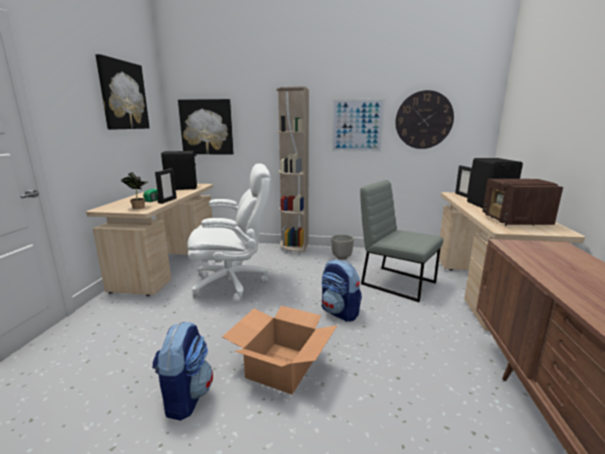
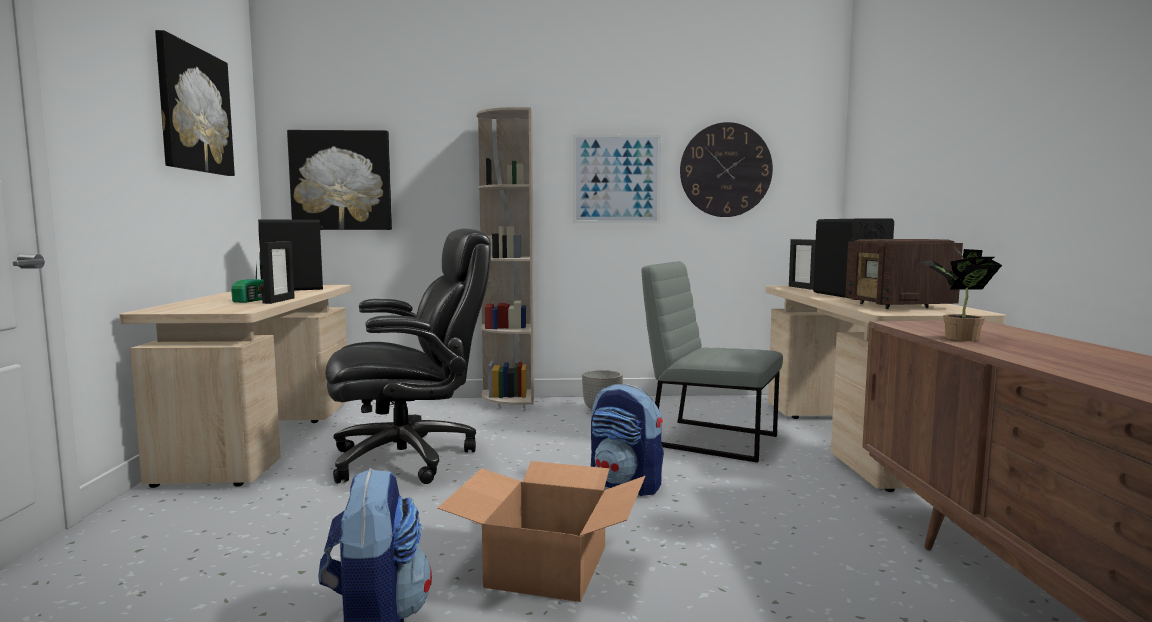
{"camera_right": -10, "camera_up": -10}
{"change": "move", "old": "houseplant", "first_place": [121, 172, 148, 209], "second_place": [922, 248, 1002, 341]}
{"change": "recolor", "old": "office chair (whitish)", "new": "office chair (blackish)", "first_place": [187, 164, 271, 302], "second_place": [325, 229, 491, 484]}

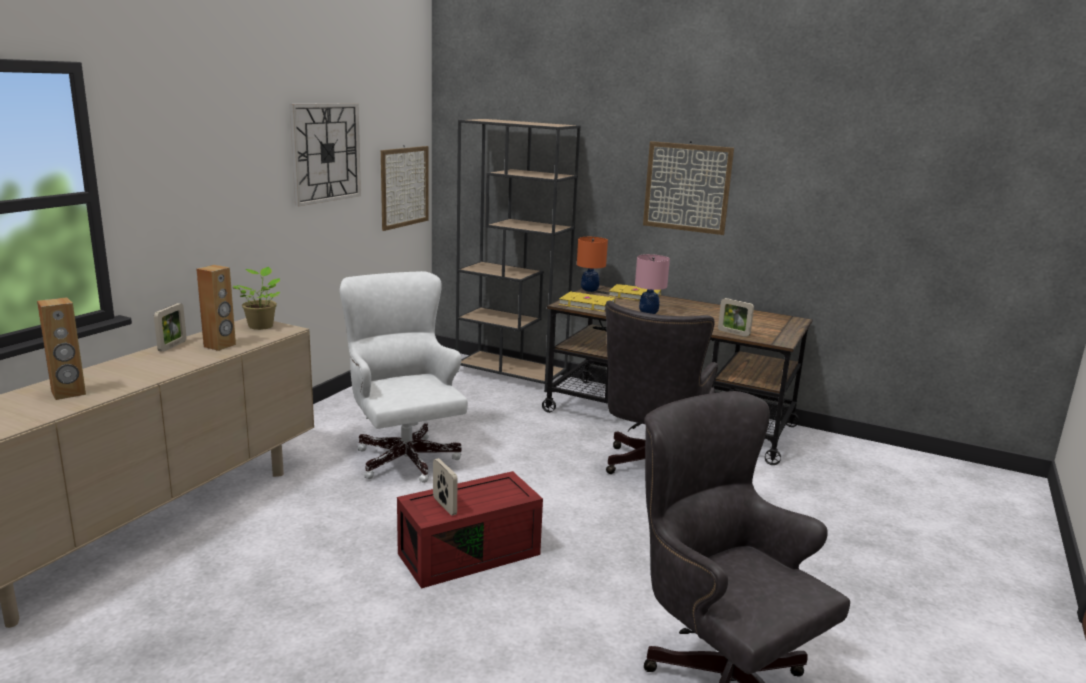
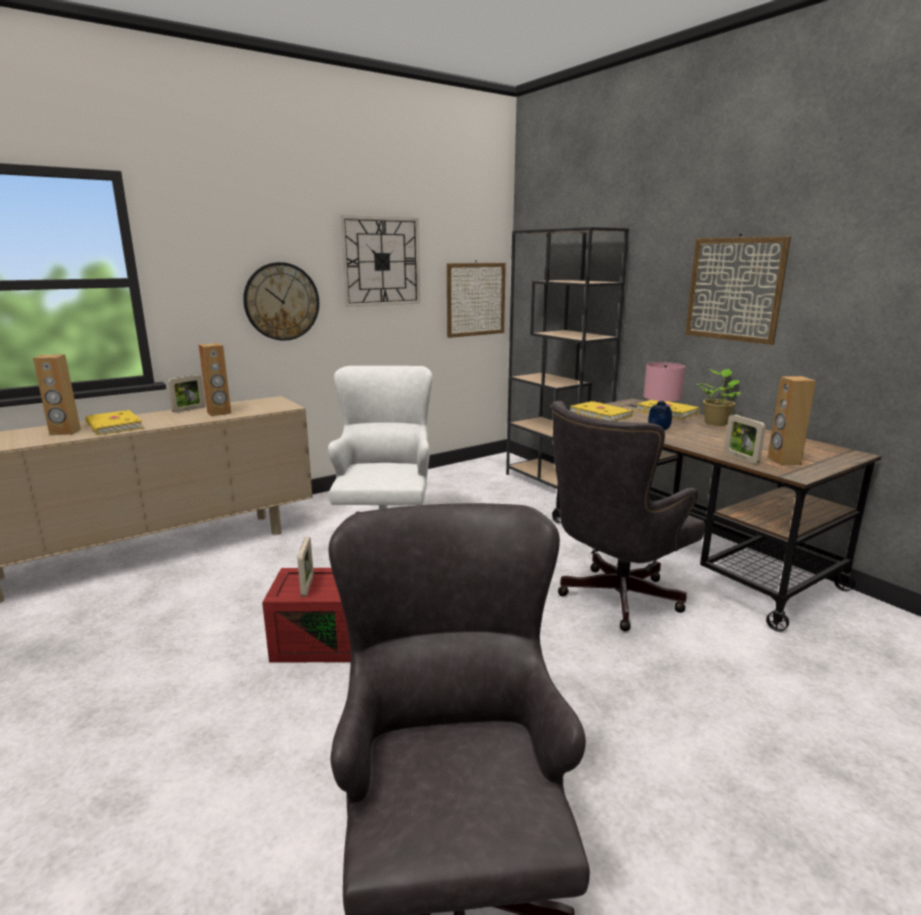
{"camera_right": 30, "camera_up": 0}
{"change": "delete", "old": "tabletop lamp (orange)", "first_place": [577, 237, 608, 292]}
{"change": "insert", "new": "bound book (yellowish)", "second_place": [85, 410, 143, 435]}
{"change": "insert", "new": "clock on the wall", "second_place": [243, 262, 319, 341]}
{"change": "insert", "new": "audio speaker (brownish)", "second_place": [768, 376, 816, 466]}
{"change": "move", "old": "houseplant", "first_place": [233, 267, 280, 330], "second_place": [697, 369, 741, 426]}

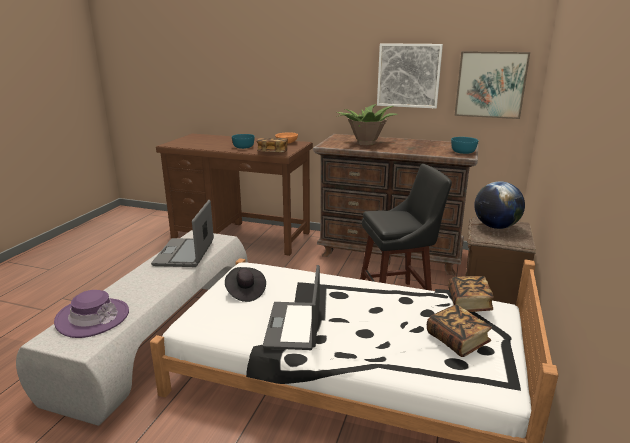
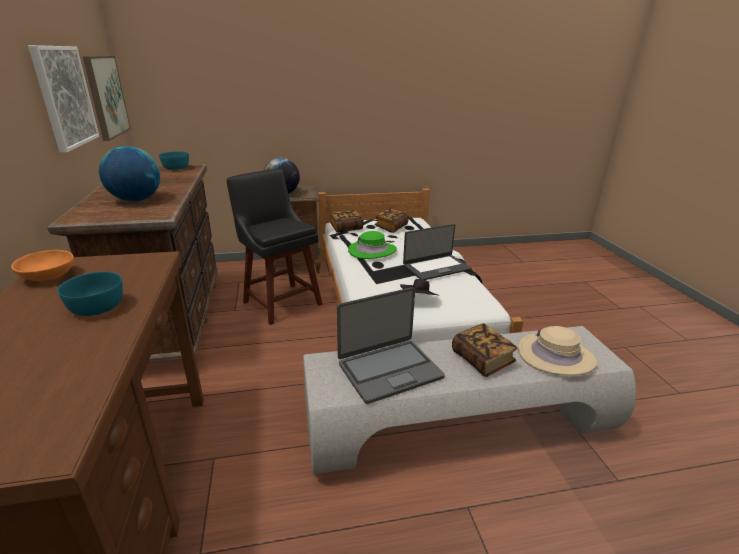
{"camera_right": -120, "camera_up": 5}
{"change": "insert", "new": "wearable hat (greenish)", "second_place": [348, 231, 397, 259]}
{"change": "move", "old": "bound book", "first_place": [256, 138, 288, 152], "second_place": [452, 323, 517, 377]}
{"change": "replace", "old": "houseplant", "new": "world globe", "first_place": [337, 104, 397, 145], "second_place": [99, 146, 160, 202]}
{"change": "recolor", "old": "wearable hat (purplish)", "new": "wearable hat (beige-coloured)", "first_place": [54, 290, 129, 338], "second_place": [518, 326, 597, 376]}

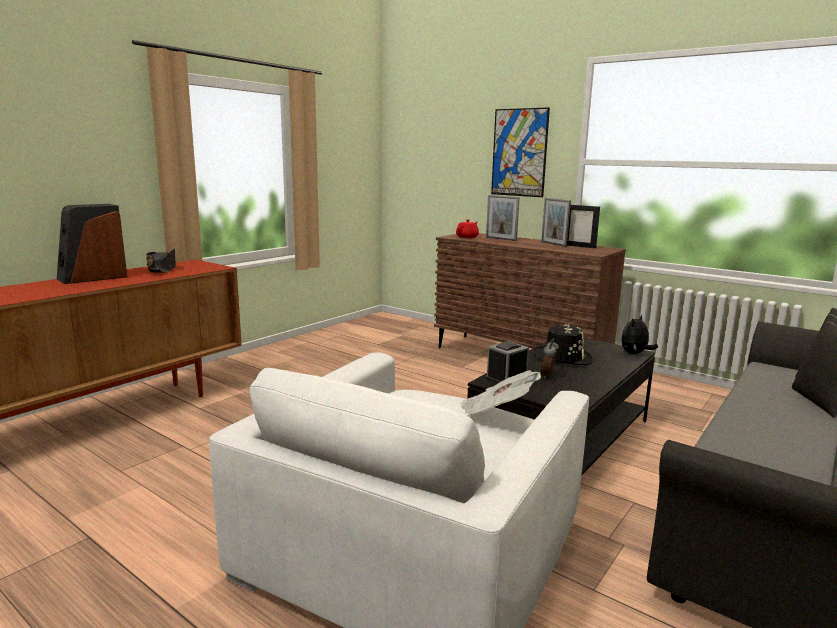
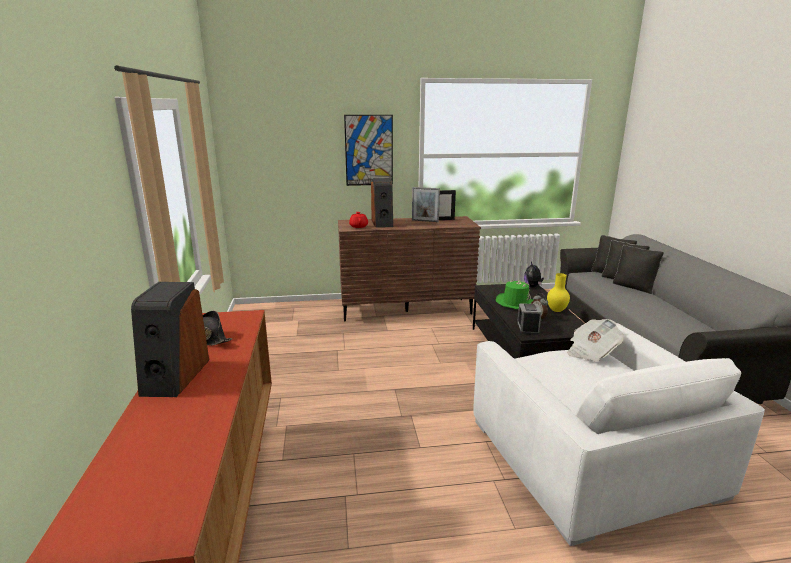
{"camera_right": -45, "camera_up": 5}
{"change": "insert", "new": "flower vase (yellowish)", "second_place": [547, 273, 570, 312]}
{"change": "replace", "old": "standing frame", "new": "audio speaker", "first_place": [486, 195, 520, 241], "second_place": [371, 178, 393, 228]}
{"change": "recolor", "old": "wearable hat (blackish)", "new": "wearable hat (greenish)", "first_place": [533, 323, 593, 365], "second_place": [496, 280, 533, 309]}

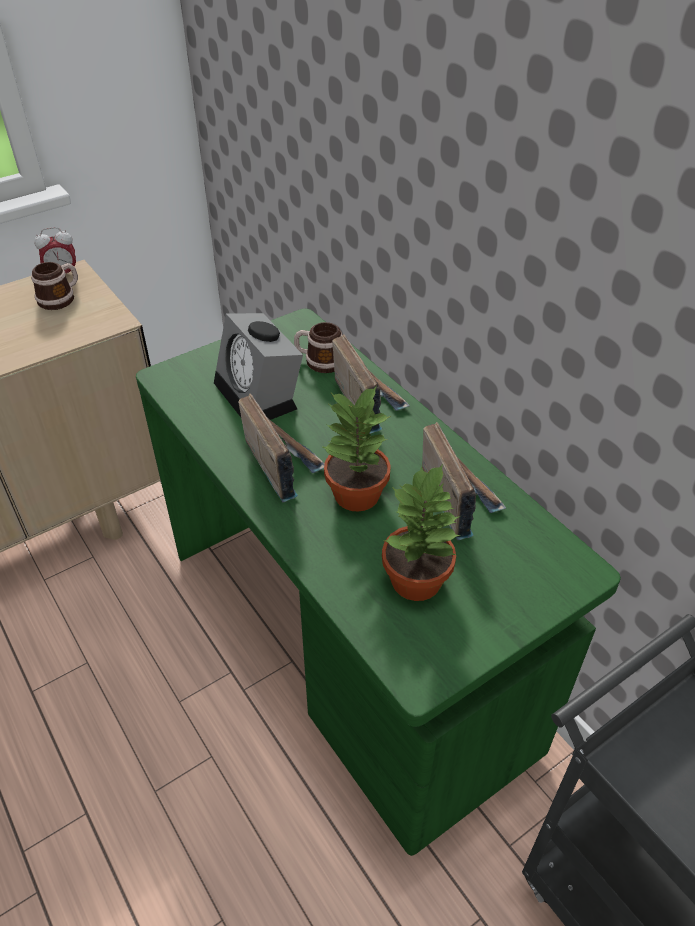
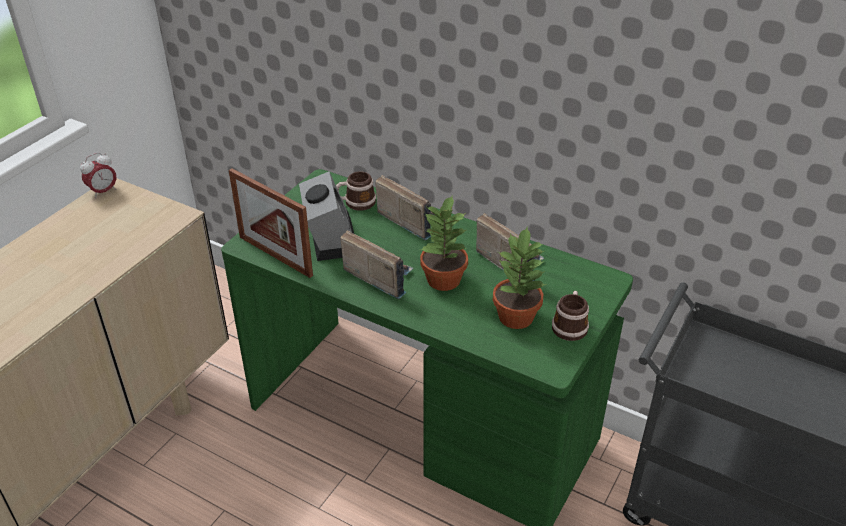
{"camera_right": -25, "camera_up": -5}
{"change": "insert", "new": "standing frame", "second_place": [229, 168, 313, 278]}
{"change": "move", "old": "coffee mug", "first_place": [31, 262, 78, 310], "second_place": [552, 291, 589, 341]}
{"change": "rotate", "old": "bedside clock", "first_place": [214, 313, 303, 420], "second_place": [299, 172, 354, 261], "degrees": -135}

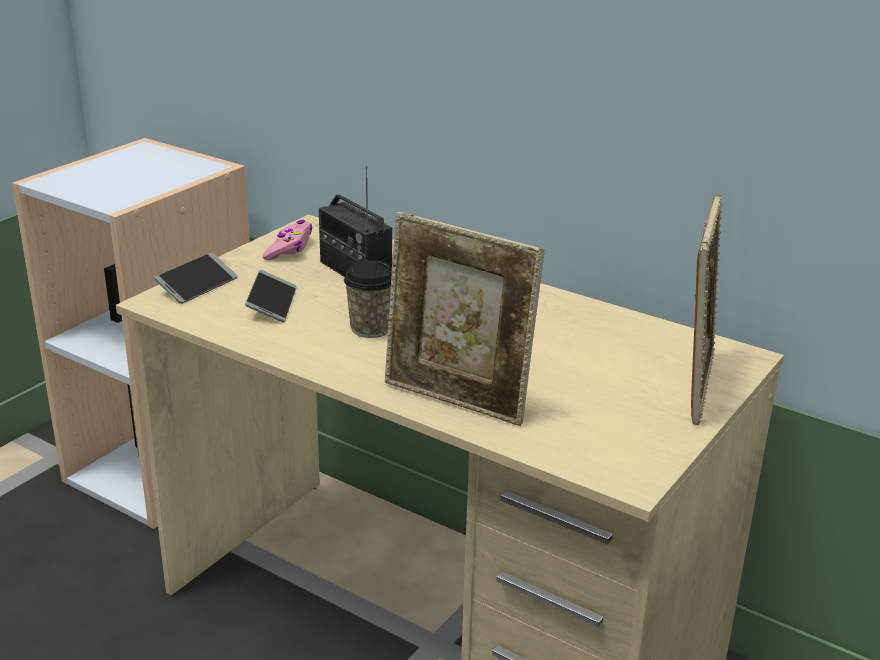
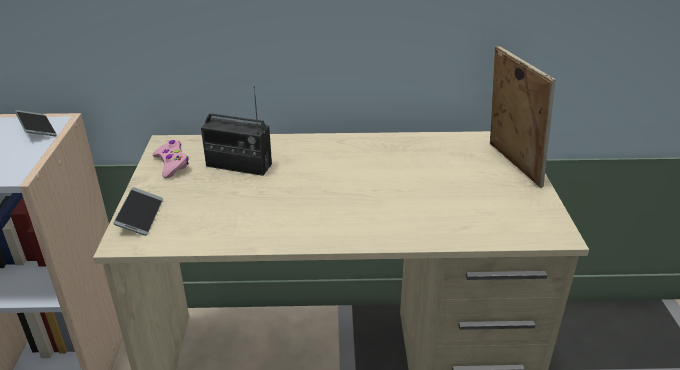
{"camera_right": -35, "camera_up": 5}
{"change": "delete", "old": "cup", "first_place": [344, 260, 392, 338]}
{"change": "delete", "old": "standing frame", "first_place": [385, 212, 544, 426]}
{"change": "move", "old": "handset", "first_place": [245, 270, 297, 322], "second_place": [15, 110, 57, 136]}

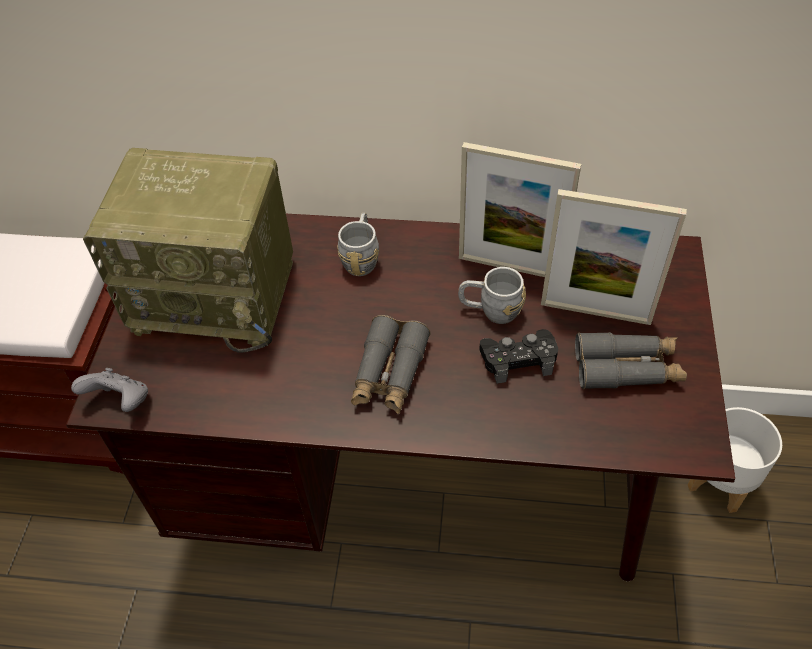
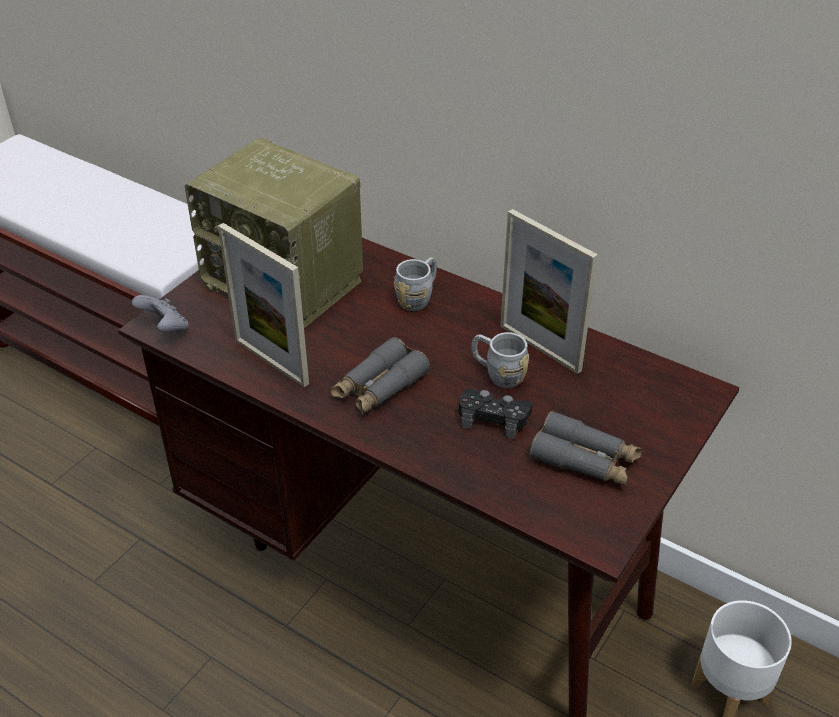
{"camera_right": 25, "camera_up": -10}
{"change": "move", "old": "standing frame", "first_place": [541, 189, 687, 325], "second_place": [218, 223, 309, 387]}

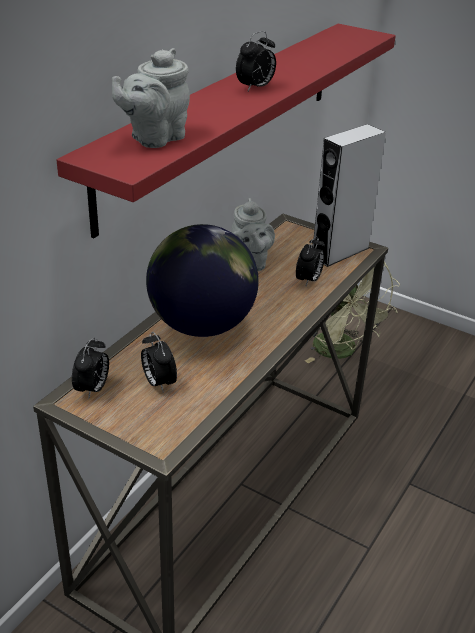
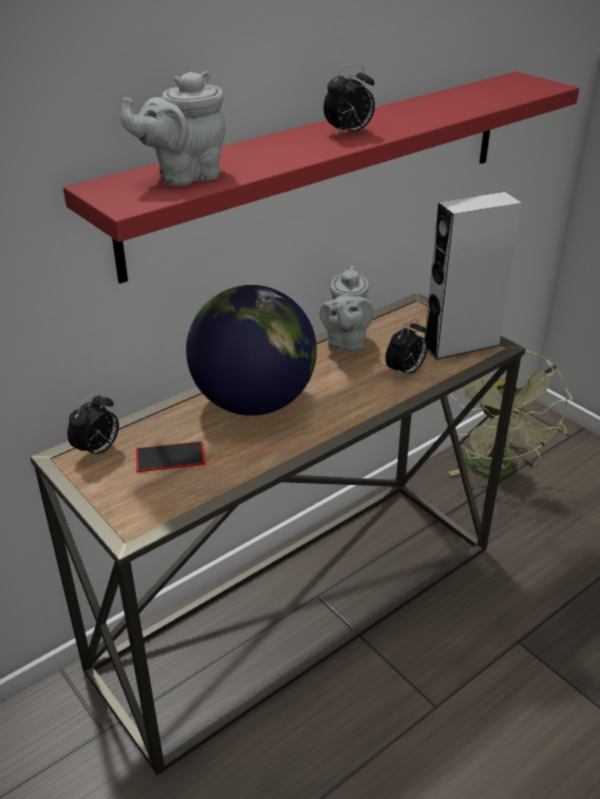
{"camera_right": 20, "camera_up": 0}
{"change": "replace", "old": "bedside clock", "new": "handset", "first_place": [141, 332, 177, 393], "second_place": [136, 441, 206, 472]}

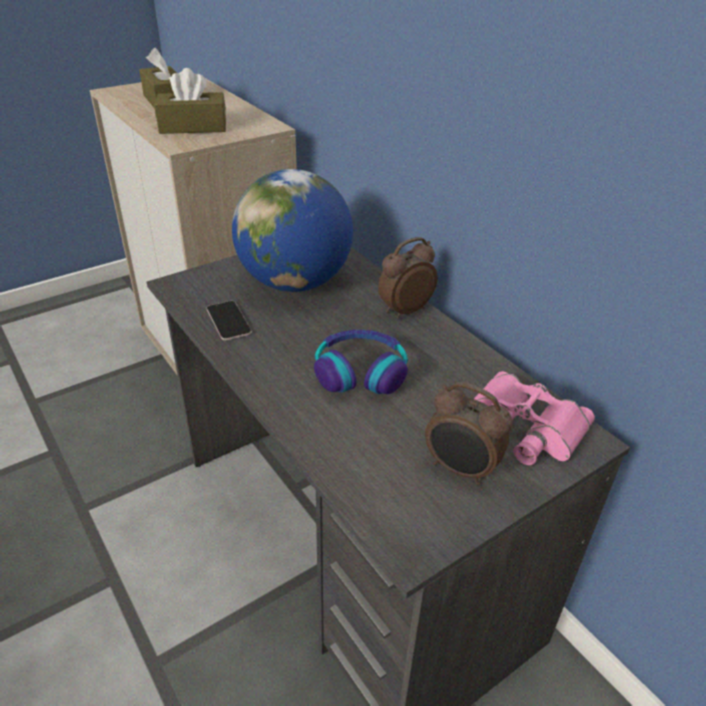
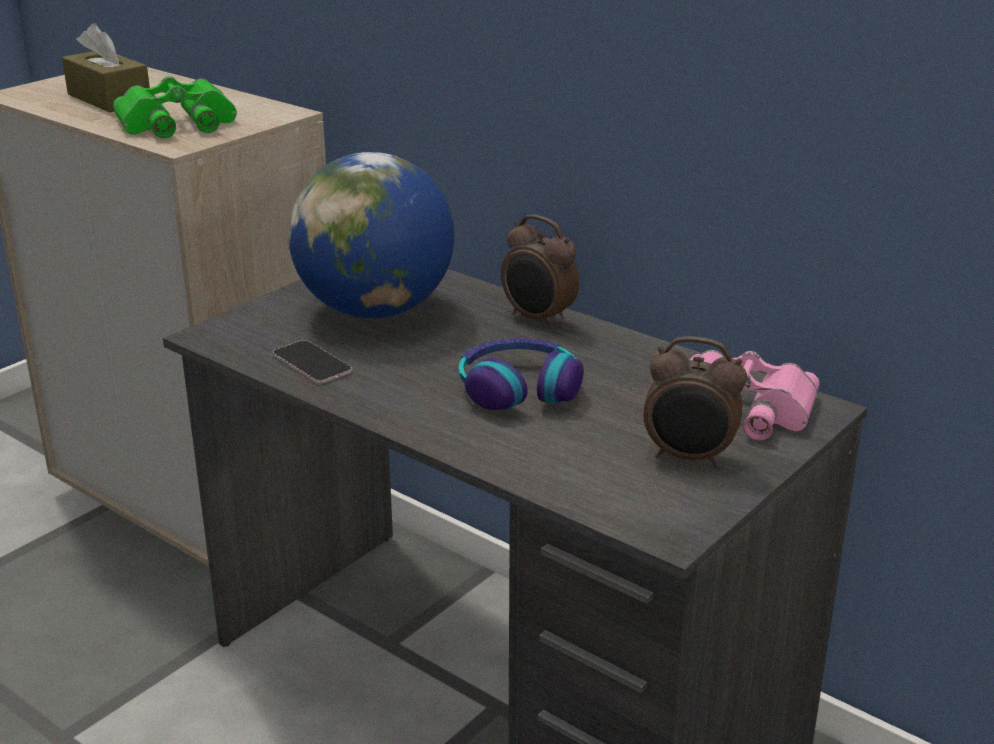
{"camera_right": -15, "camera_up": -10}
{"change": "replace", "old": "tissue holder (brownish)", "new": "pair of binoculars (greenish)", "first_place": [154, 68, 226, 134], "second_place": [113, 76, 237, 138]}
{"change": "rotate", "old": "bedside clock", "first_place": [378, 237, 438, 319], "second_place": [501, 215, 579, 329], "degrees": -90}

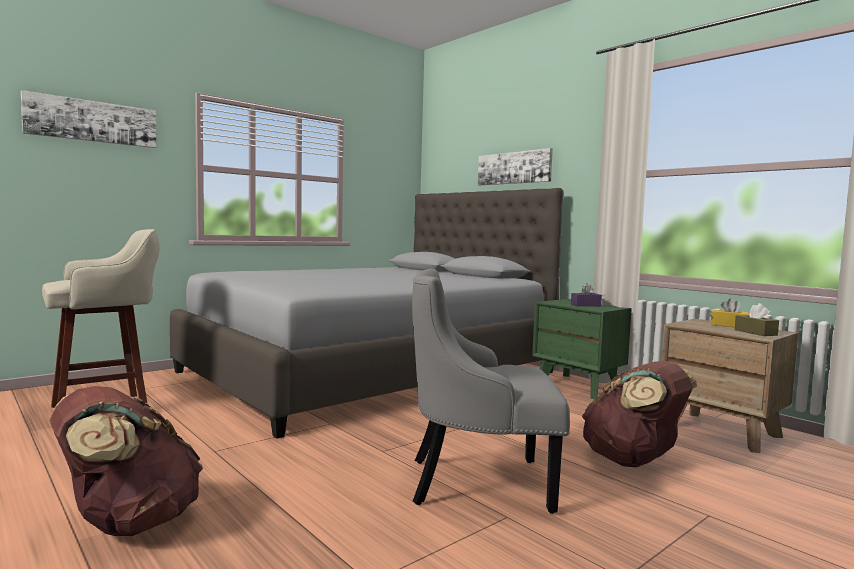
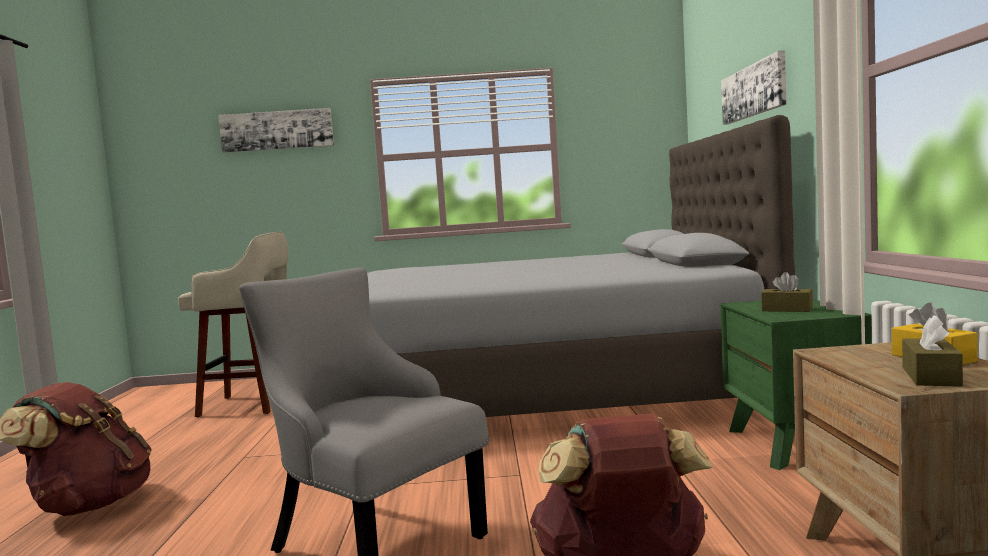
{"camera_right": 40, "camera_up": 0}
{"change": "recolor", "old": "tissue holder (purplish)", "new": "tissue holder (brownish)", "first_place": [571, 283, 602, 306], "second_place": [761, 272, 813, 312]}

